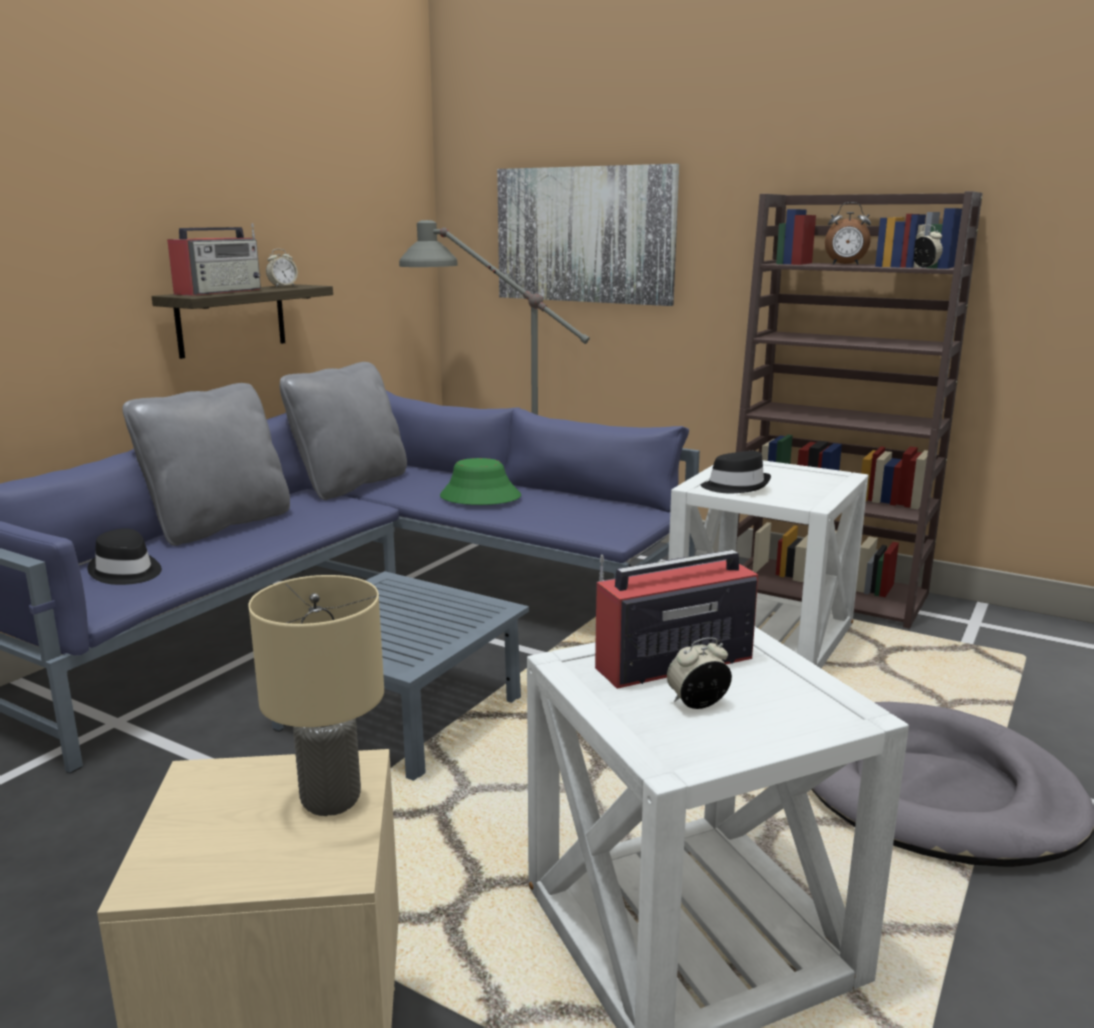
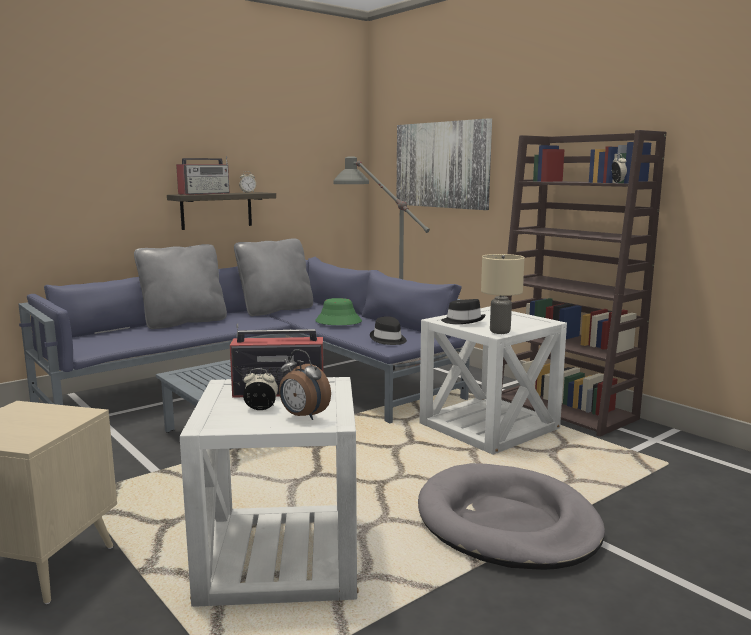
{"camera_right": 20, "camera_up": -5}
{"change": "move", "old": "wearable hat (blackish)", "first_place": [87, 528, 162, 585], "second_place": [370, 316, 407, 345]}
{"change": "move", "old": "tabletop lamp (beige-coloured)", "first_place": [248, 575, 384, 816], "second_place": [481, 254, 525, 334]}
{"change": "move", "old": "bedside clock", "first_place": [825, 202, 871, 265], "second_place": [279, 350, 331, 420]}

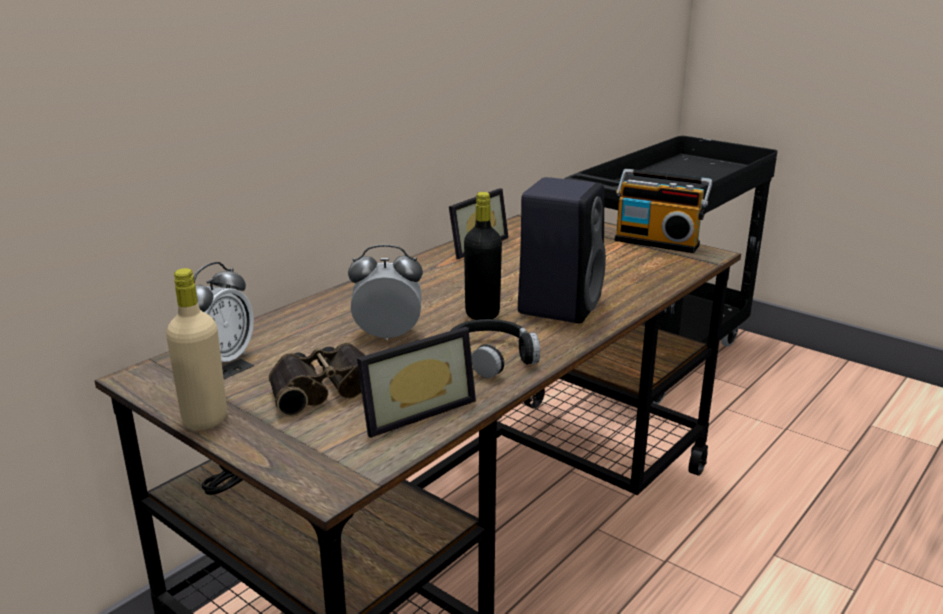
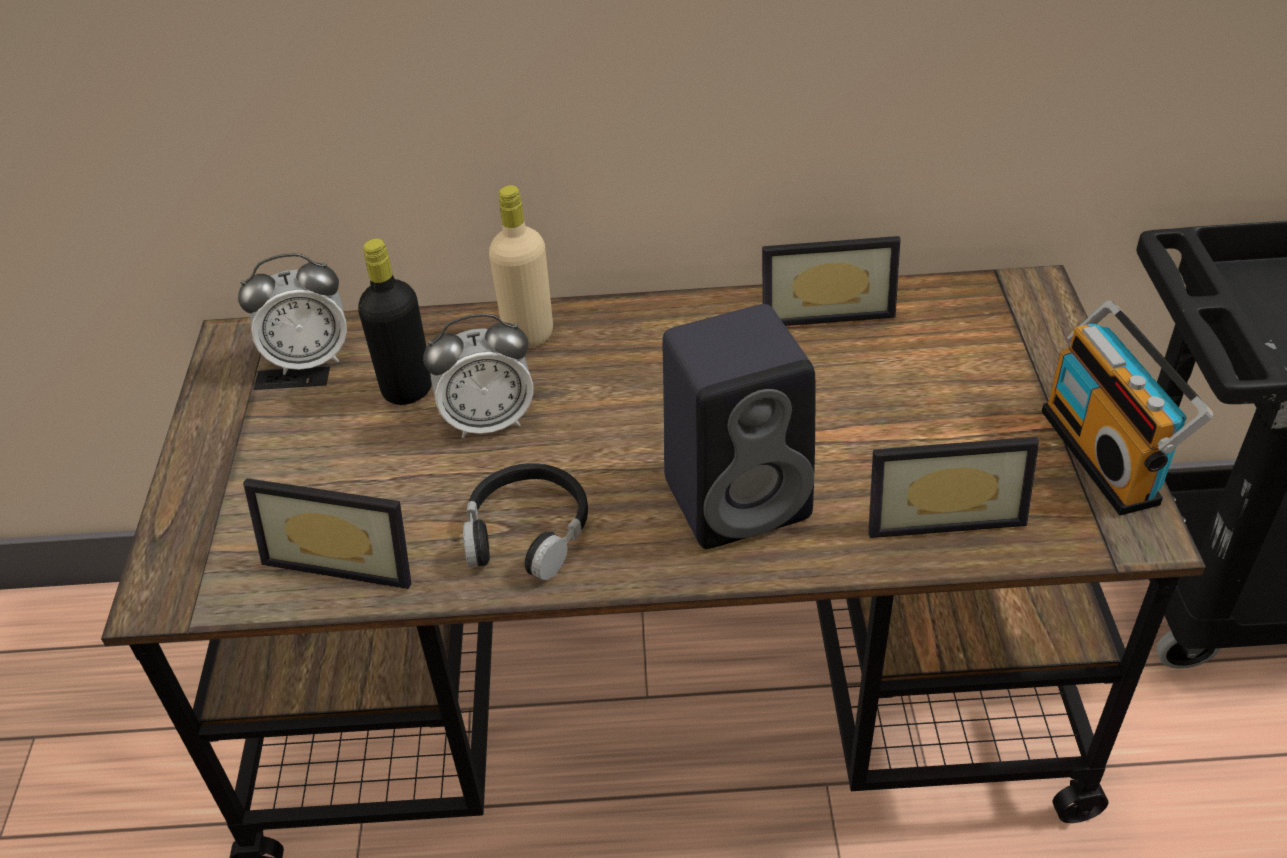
{"camera_right": 50, "camera_up": 20}
{"change": "delete", "old": "pair of binoculars", "first_place": [269, 343, 365, 417]}
{"change": "insert", "new": "standing frame", "second_place": [868, 437, 1039, 538]}
{"change": "move", "old": "beverage bottle (beige-coloured)", "first_place": [166, 268, 227, 430], "second_place": [489, 185, 553, 348]}
{"change": "move", "old": "beverage bottle (blackish)", "first_place": [464, 192, 502, 320], "second_place": [358, 238, 432, 405]}
{"change": "rotate", "old": "bedside clock", "first_place": [348, 244, 423, 340], "second_place": [423, 314, 533, 438], "degrees": 120}

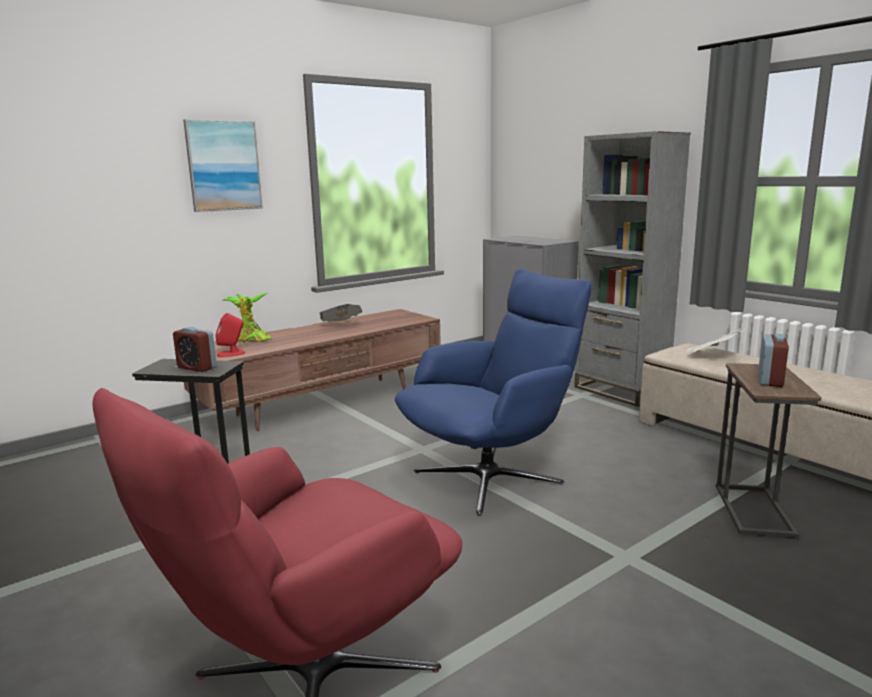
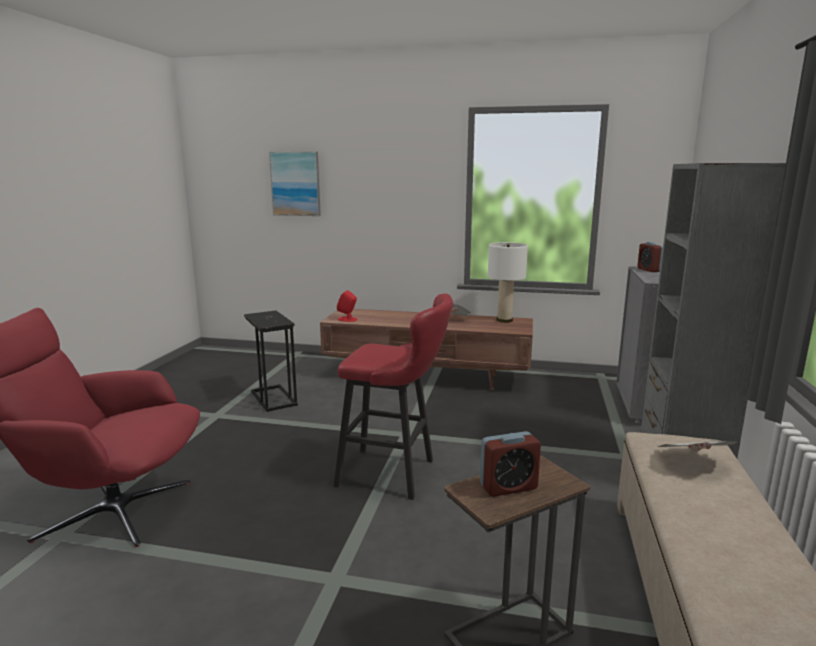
{"camera_right": 50, "camera_up": 0}
{"change": "delete", "old": "houseplant", "first_place": [223, 293, 271, 343]}
{"change": "insert", "new": "tabletop lamp (whitish)", "second_place": [488, 242, 528, 323]}
{"change": "move", "old": "bedside clock", "first_place": [173, 327, 217, 372], "second_place": [637, 242, 663, 272]}
{"change": "move", "old": "picture", "first_place": [183, 119, 263, 212], "second_place": [269, 151, 321, 216]}
{"change": "replace", "old": "armchair (blue)", "new": "stool (reddish)", "first_place": [395, 269, 592, 516], "second_place": [334, 293, 453, 500]}

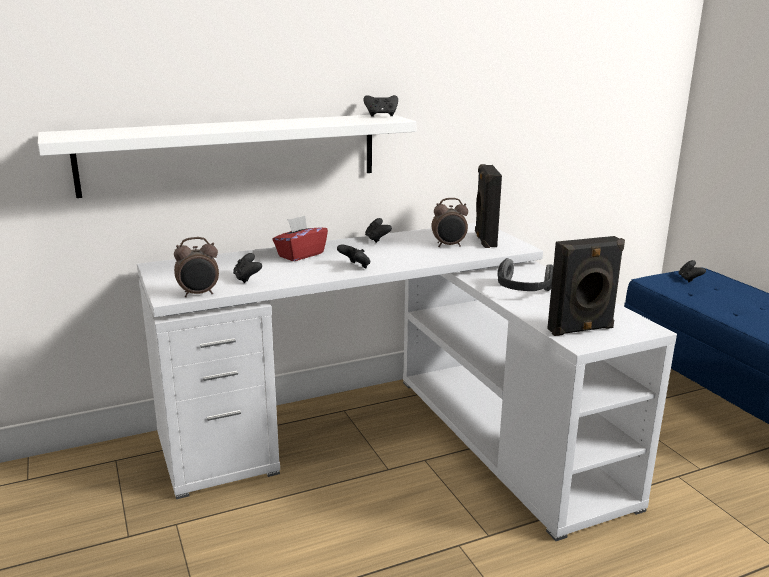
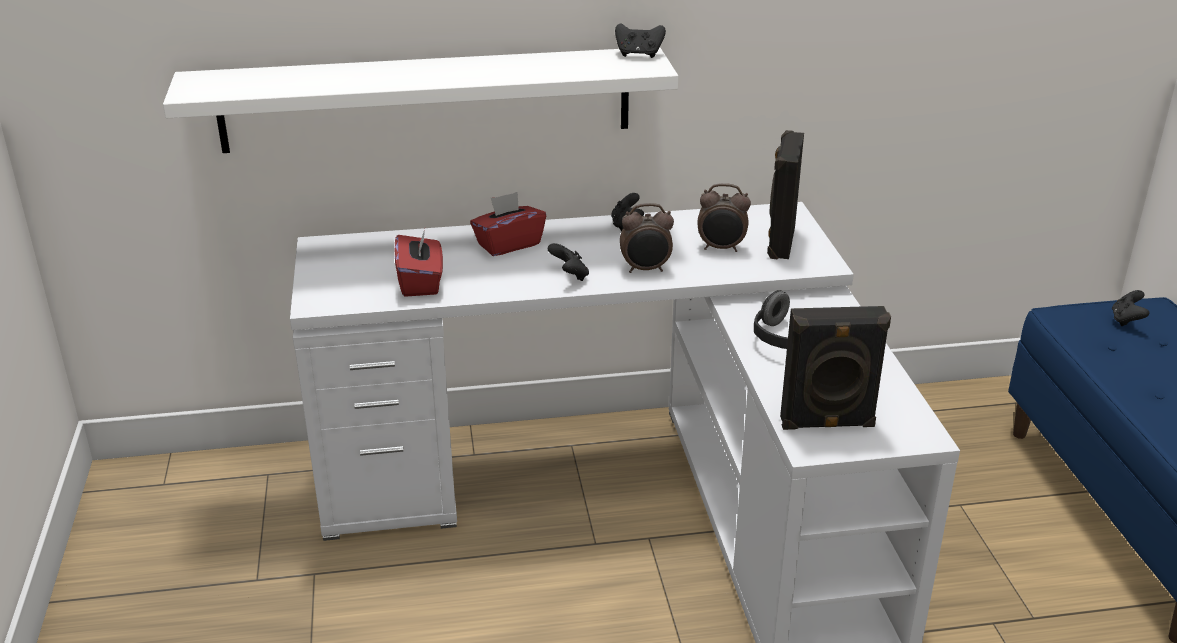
{"camera_right": 15, "camera_up": 10}
{"change": "move", "old": "bedside clock", "first_place": [174, 237, 219, 297], "second_place": [620, 203, 674, 273]}
{"change": "replace", "old": "gamepad (blackish)", "new": "tissue holder (reddish)", "first_place": [233, 253, 262, 283], "second_place": [395, 229, 443, 297]}

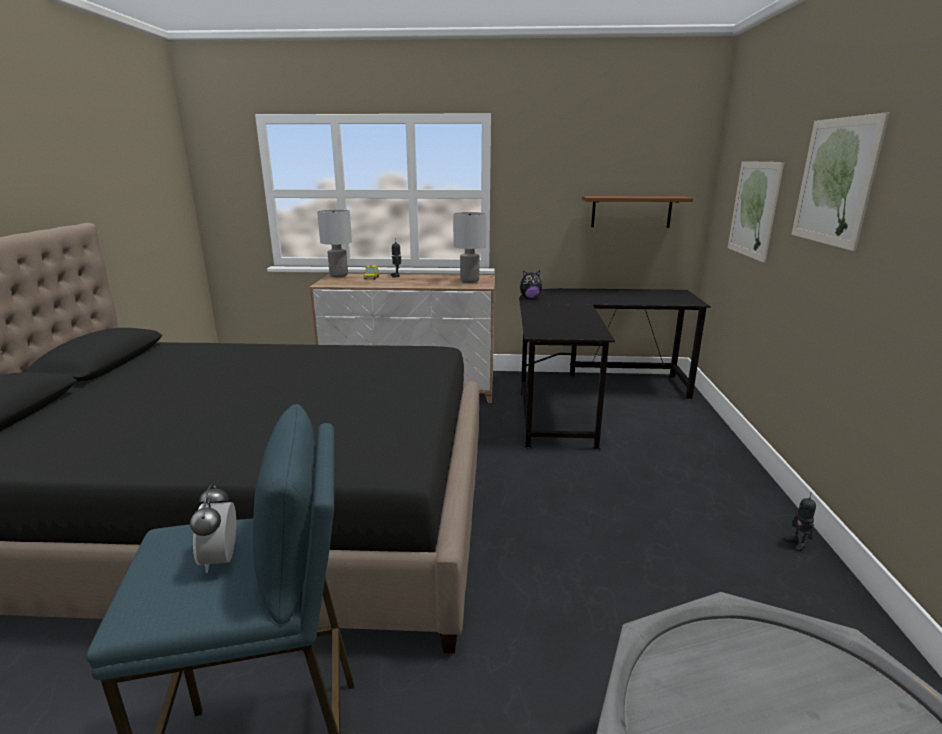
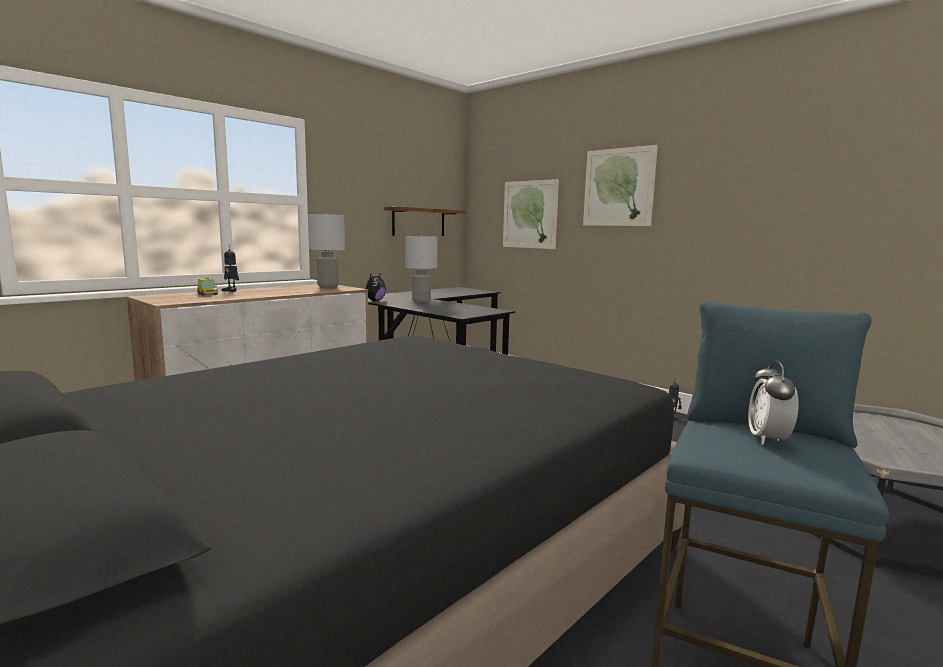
{"camera_right": -50, "camera_up": -10}
{"change": "move", "old": "tabletop lamp (grey)", "first_place": [317, 210, 352, 277], "second_place": [406, 236, 438, 303]}
{"change": "rotate", "old": "bedside clock", "first_place": [190, 484, 236, 573], "second_place": [748, 360, 799, 445], "degrees": 75}

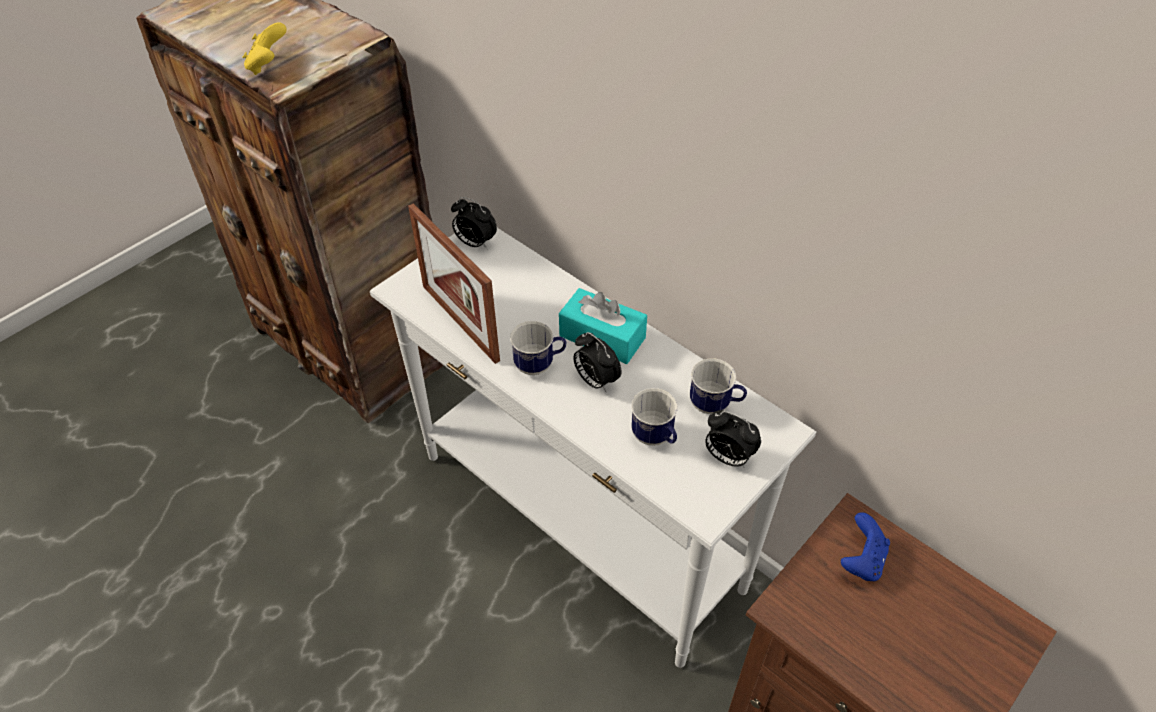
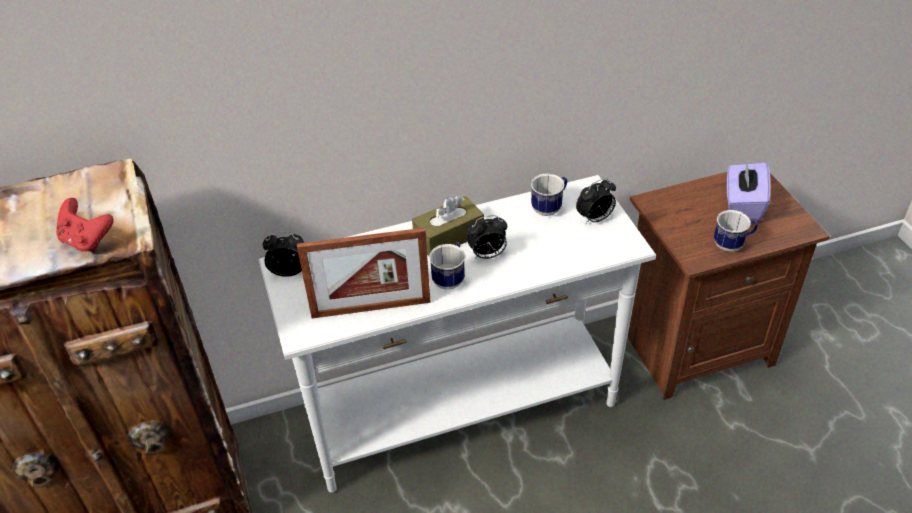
{"camera_right": -60, "camera_up": -5}
{"change": "delete", "old": "gamepad (blue)", "first_place": [841, 512, 890, 581]}
{"change": "insert", "new": "tissue holder (purplish)", "second_place": [727, 159, 771, 221]}
{"change": "move", "old": "coffee mug", "first_place": [631, 388, 678, 446], "second_place": [714, 210, 758, 252]}
{"change": "recolor", "old": "gamepad (yellowish)", "new": "gamepad (reddish)", "first_place": [243, 22, 287, 75], "second_place": [56, 198, 114, 253]}
{"change": "recolor", "old": "tissue holder (turquoise-coloured)", "new": "tissue holder (brownish)", "first_place": [559, 288, 647, 364], "second_place": [412, 195, 484, 256]}
{"change": "rotate", "old": "bedside clock", "first_place": [451, 197, 497, 249], "second_place": [263, 232, 304, 277], "degrees": -150}

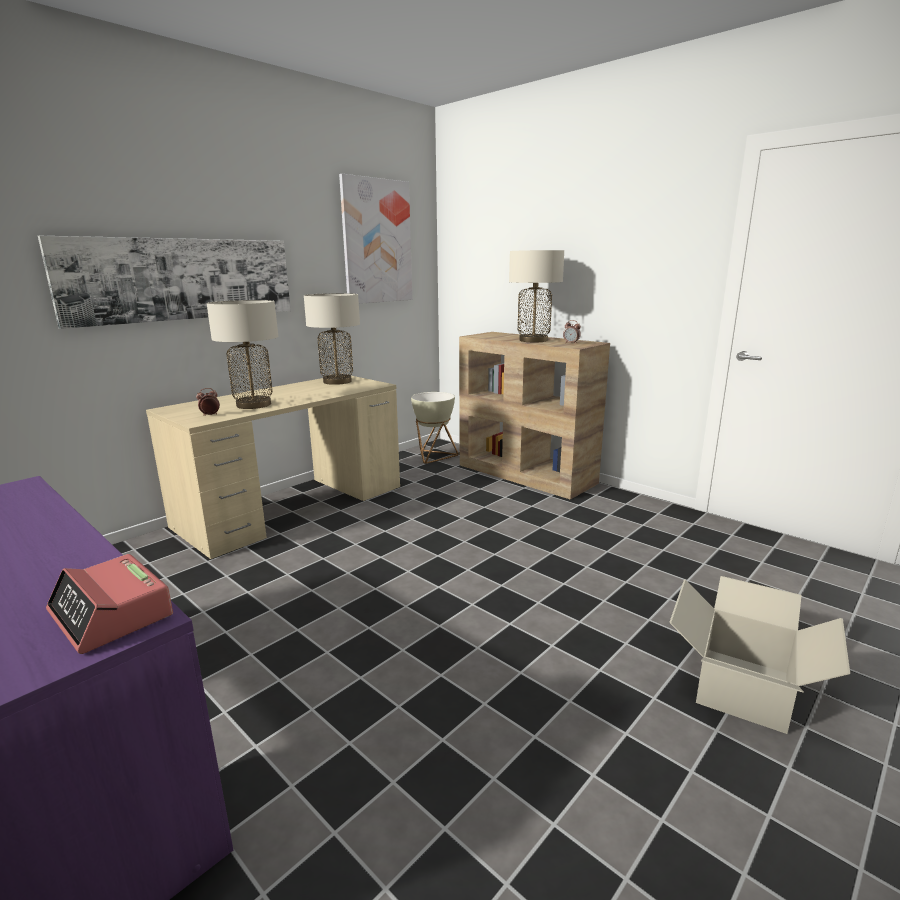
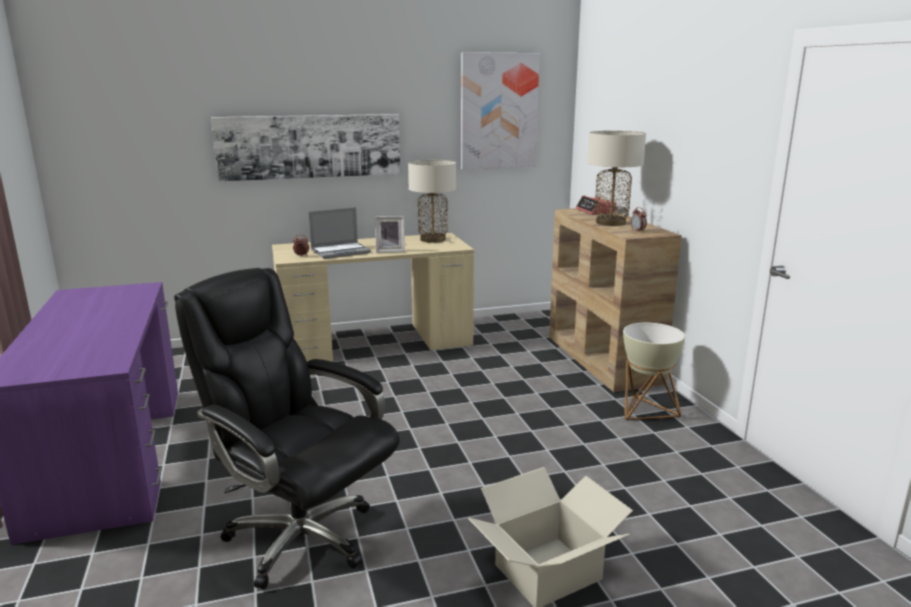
{"camera_right": 30, "camera_up": 0}
{"change": "insert", "new": "office chair (blackish)", "second_place": [174, 268, 400, 590]}
{"change": "insert", "new": "standing frame", "second_place": [375, 216, 405, 252]}
{"change": "move", "old": "bedside clock", "first_place": [46, 554, 173, 654], "second_place": [576, 195, 617, 215]}
{"change": "move", "old": "plant pot", "first_place": [411, 392, 459, 464], "second_place": [623, 322, 685, 420]}
{"change": "replace", "old": "tabletop lamp", "new": "portable computer", "first_place": [207, 300, 279, 409], "second_place": [309, 207, 371, 259]}

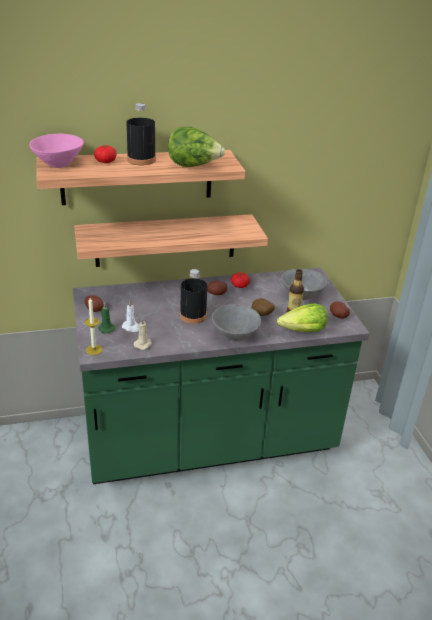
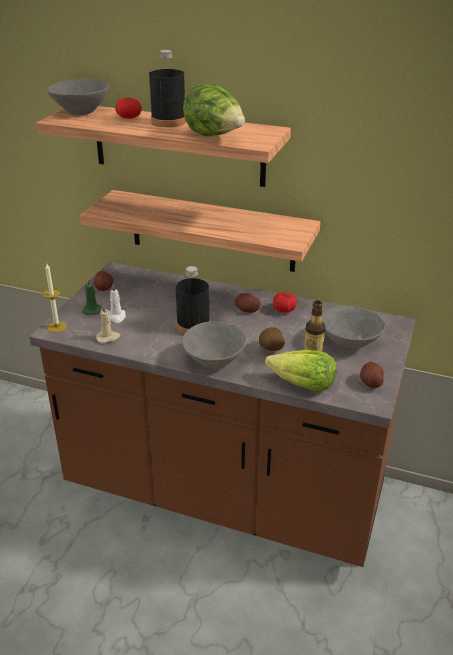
{"camera_right": 35, "camera_up": 0}
{"change": "recolor", "old": "bowl (pinkish)", "new": "bowl (grey)", "first_place": [29, 134, 84, 168], "second_place": [47, 79, 109, 116]}
{"change": "recolor", "old": "kitchen base unit (greenish)", "new": "kitchen base unit (brownish)", "first_place": [73, 268, 369, 484], "second_place": [29, 262, 416, 567]}

